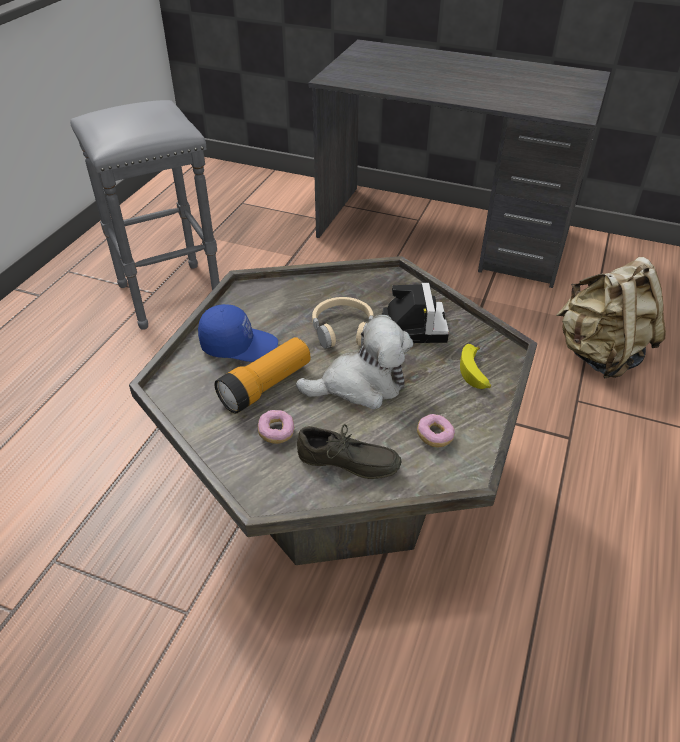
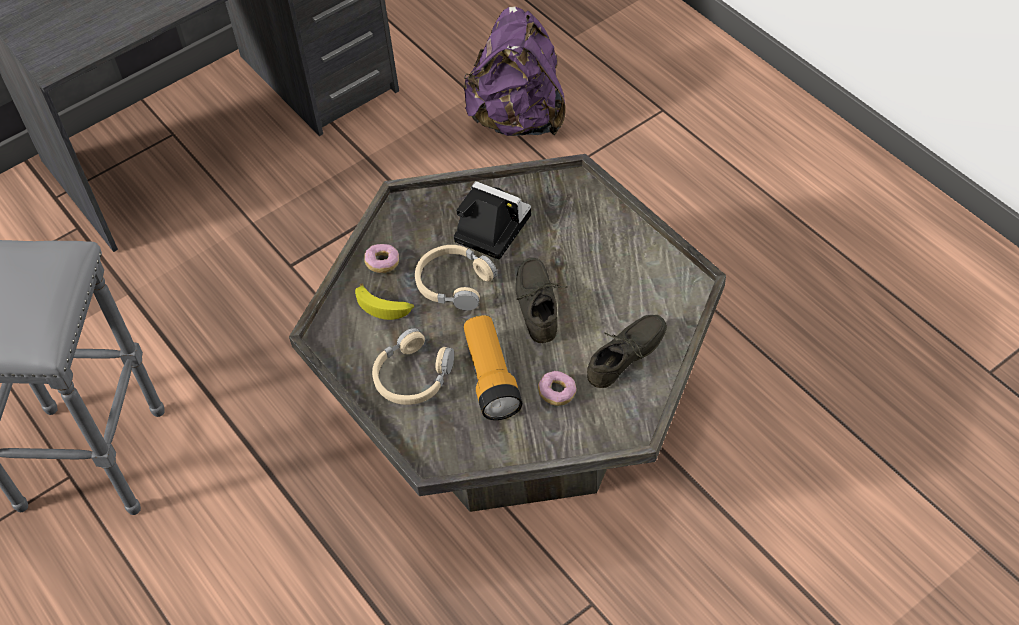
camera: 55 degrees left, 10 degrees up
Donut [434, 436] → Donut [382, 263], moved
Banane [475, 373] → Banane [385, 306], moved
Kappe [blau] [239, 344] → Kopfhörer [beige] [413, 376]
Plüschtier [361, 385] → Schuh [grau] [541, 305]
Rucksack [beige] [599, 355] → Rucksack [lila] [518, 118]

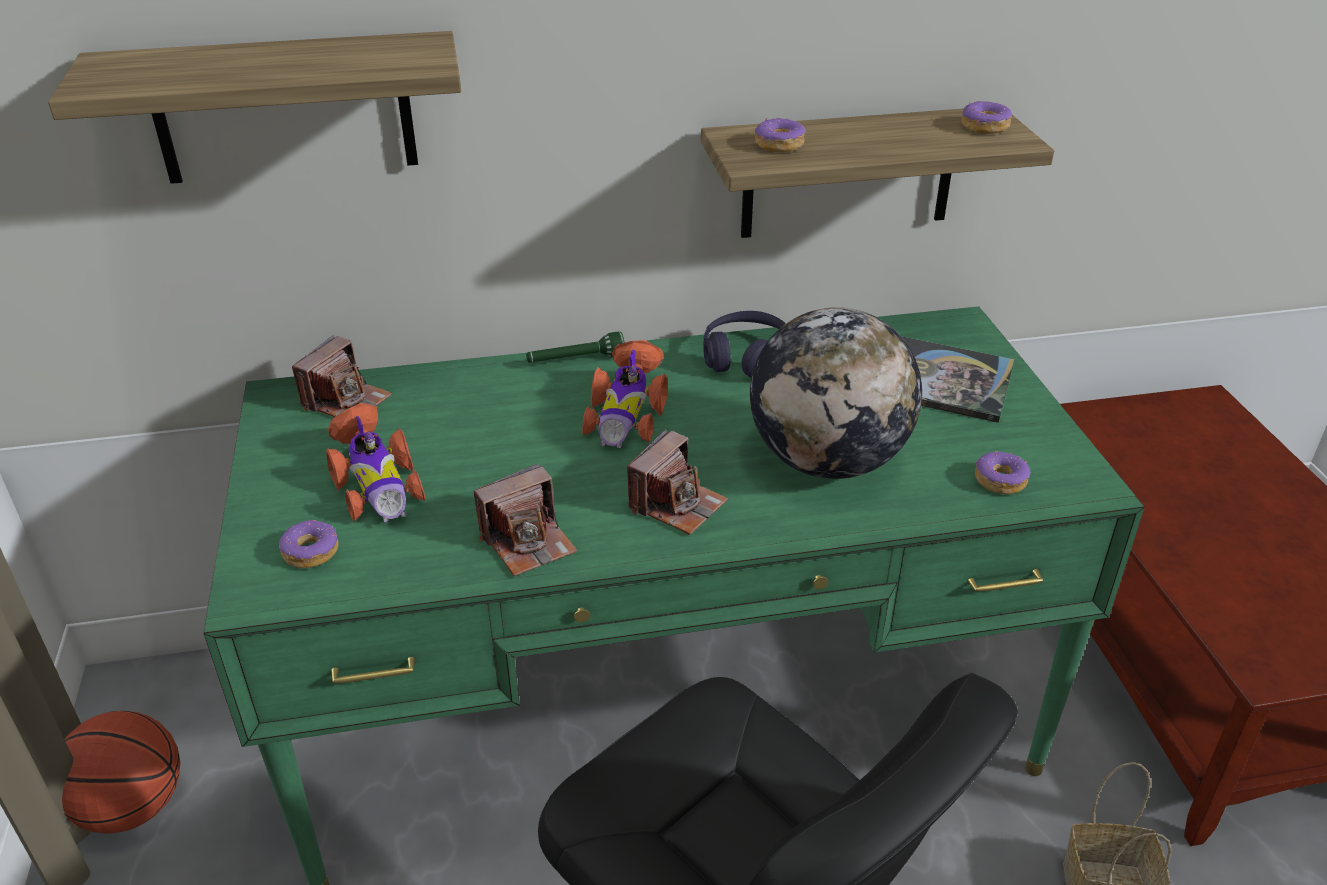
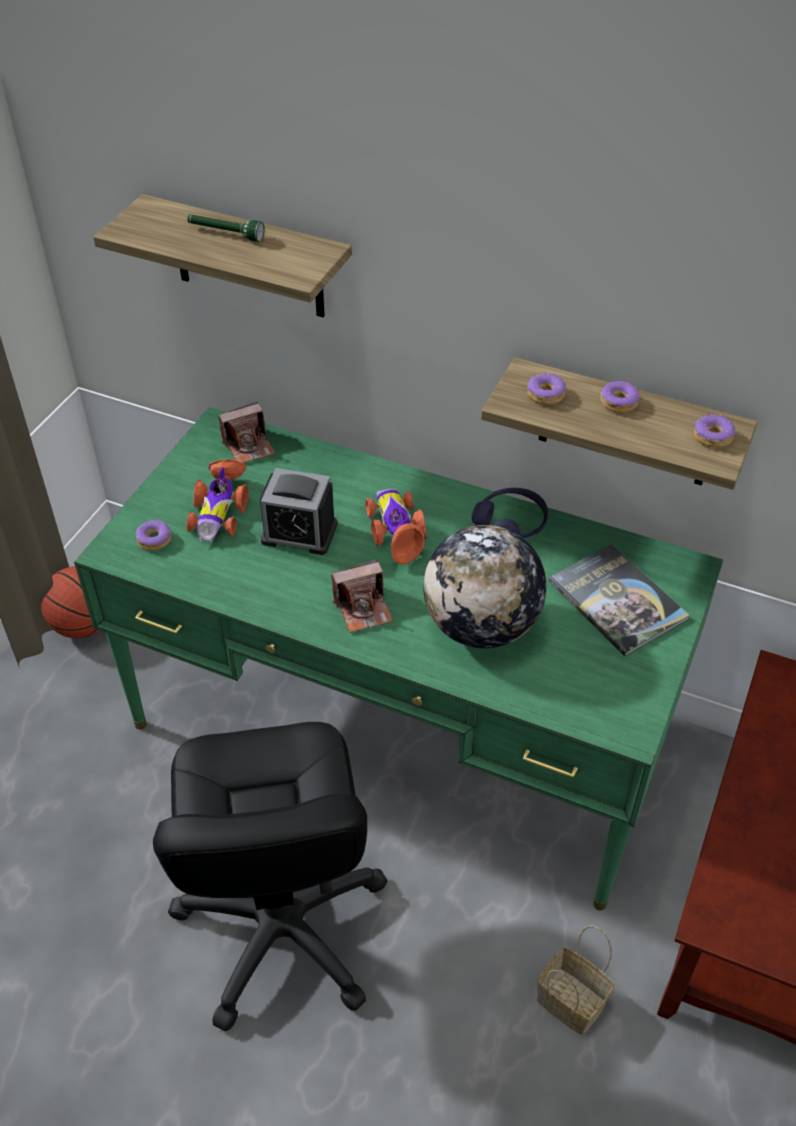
camera: 35 degrees right, 10 degrees up
Kamera [528, 542] → -
- → Wecker [299, 533]
Taschenlampe [grün] [575, 360] → Taschenlampe [grün] [225, 234], moved
Donut [999, 480] → Donut [618, 402], moved
Spielzeugauto [627, 411] → Spielzeugauto [396, 530], 120 degrees clockwise

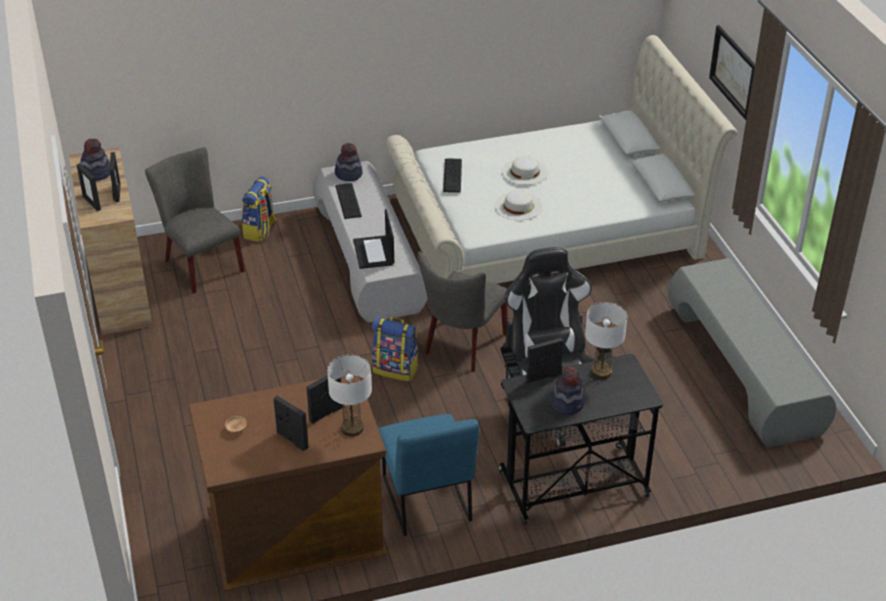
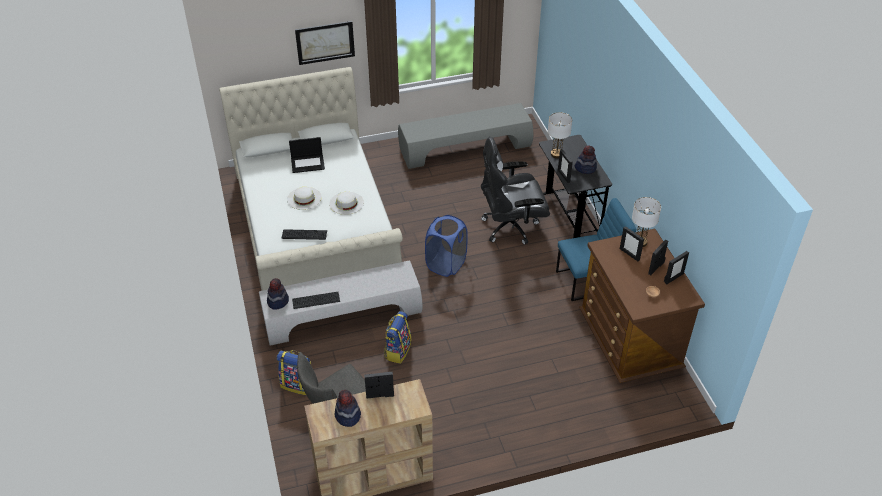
camera: 90 degrees left, 5 degrees up
Bilderrahmen [92, 203] → Bilderrahmen [673, 277], moved
Laptop [374, 252] → Laptop [308, 163], moved
Rucksack [396, 369] → Rucksack [397, 350], moved
Stuhl [grau] [462, 346] → Wäschekorb [blau] [446, 264]

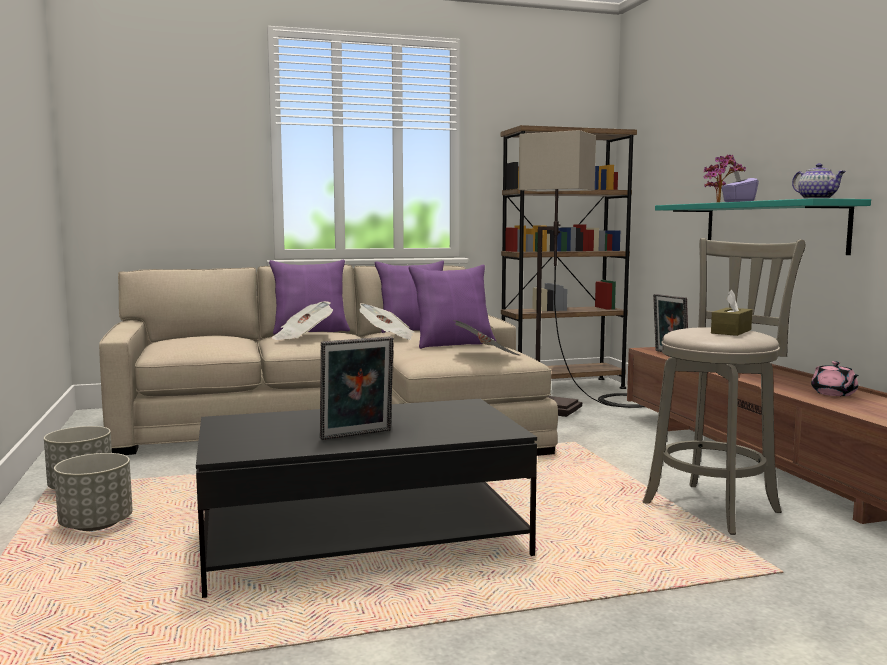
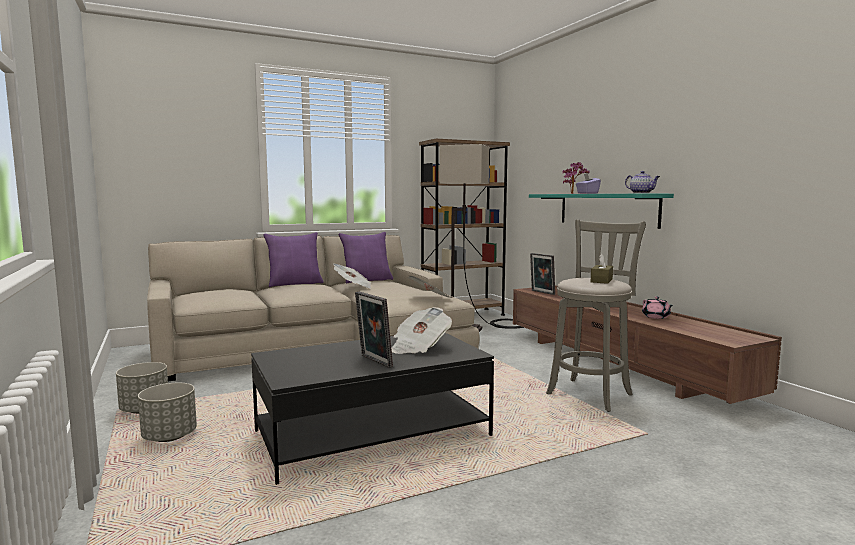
camera: 10 degrees left, 0 degrees up
Kissen [lila] [453, 344] → -
Zeitung [302, 337] → Zeitung [419, 347], moved
Bilderrahmen [357, 435] → Bilderrahmen [373, 361], 90 degrees clockwise

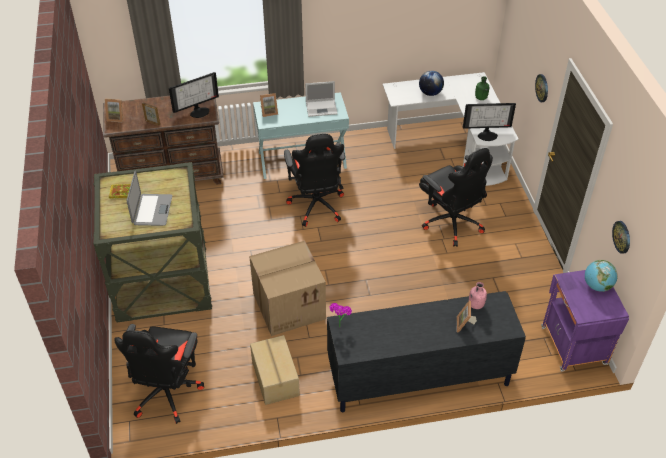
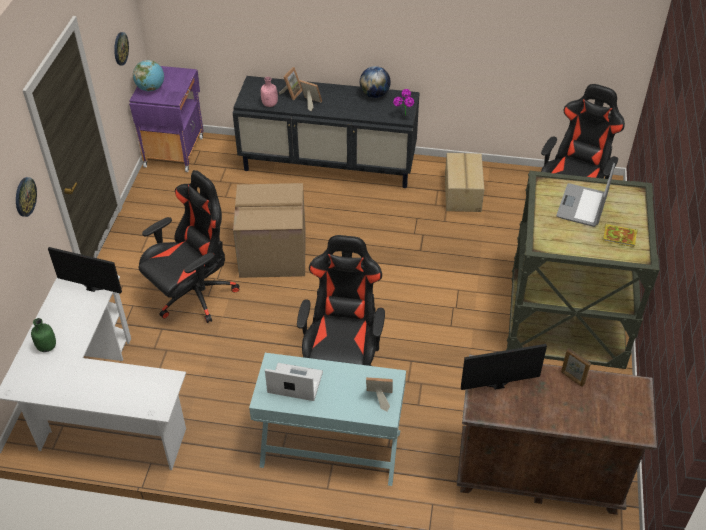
camera: 160 degrees left, 0 degrees up
Bilderrahmen [116, 117] → Bilderrahmen [310, 103], moved
Karton [289, 305] → Karton [272, 254], moved
Globus [430, 93] → Globus [374, 94], moved
Bürostuhl [schwarz] [449, 220] → Bürostuhl [schwarz] [191, 298], 60 degrees clockwise

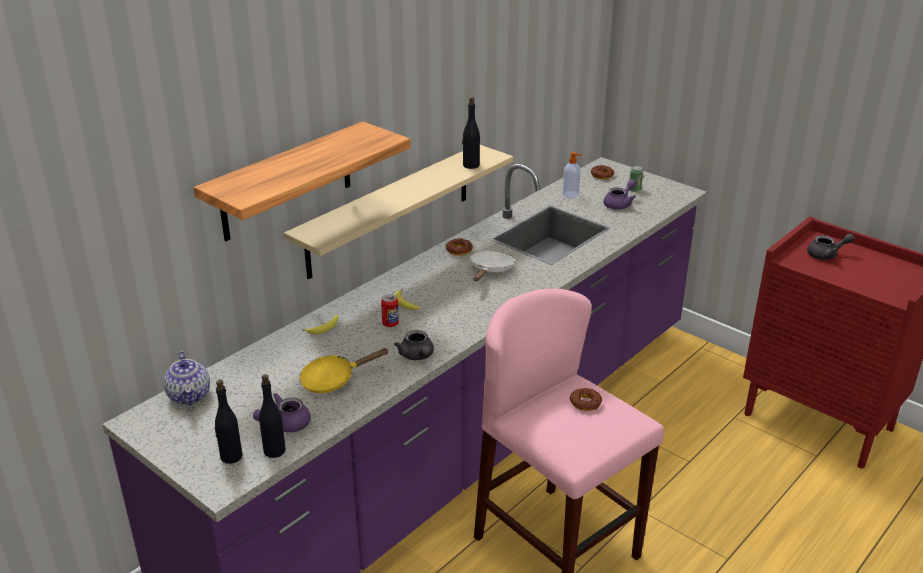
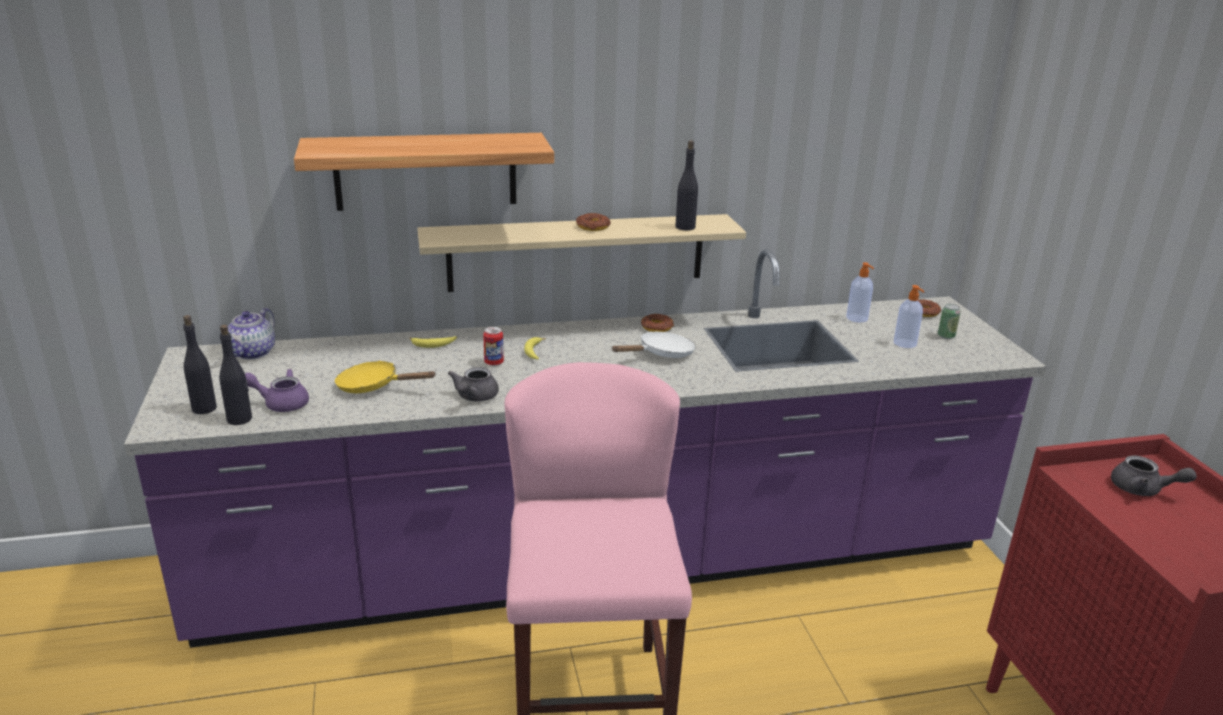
camera: 35 degrees right, 5 degrees down
Donut [585, 403] → Donut [593, 227], moved
Teekanne [lila] [620, 204] → Seifenspender [905, 344]

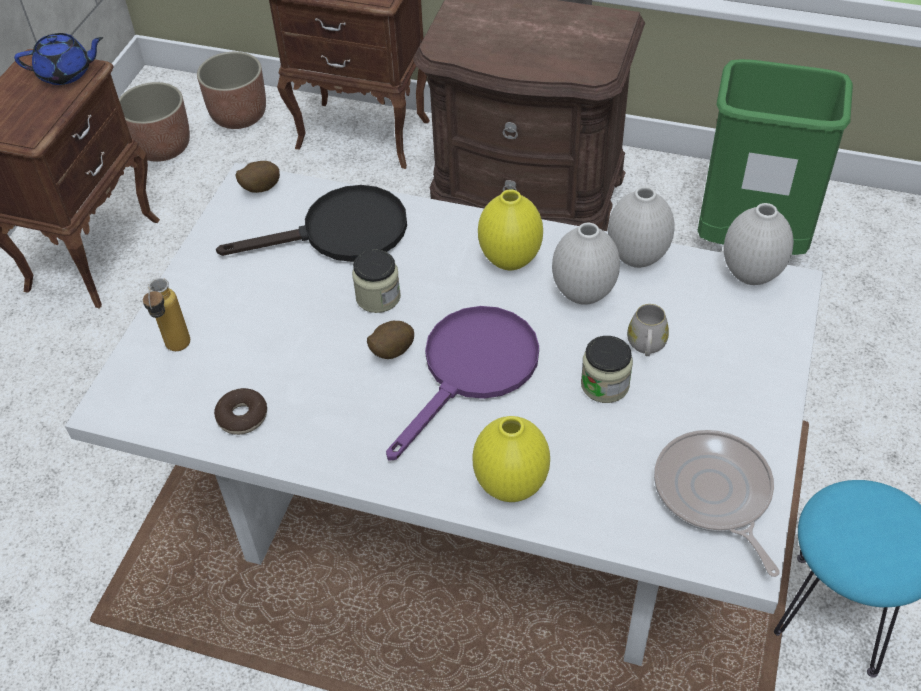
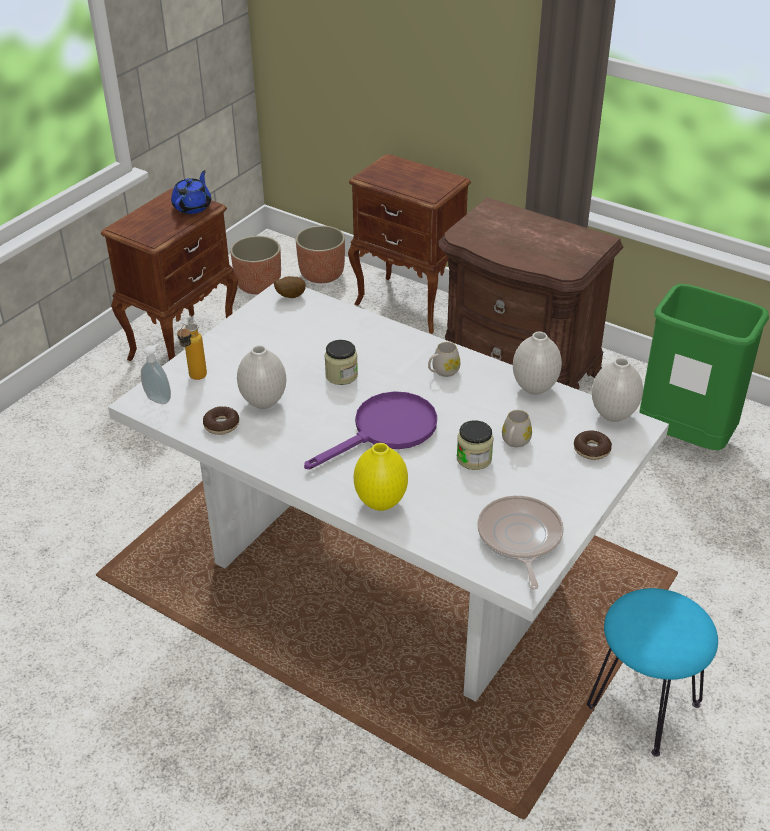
camera: 15 degrees right, 10 degrees down
Pfanne [schwarz] [340, 233] → -
Kartoffel [390, 351] → -
- → Seifenspender [159, 399]
- → Donut [591, 450]
Vase [weiß] [583, 293] → Vase [weiß] [263, 402], moved
Vase [gelb] [510, 260] → Henkelbecher [weiß] [443, 372]
Teekanne [blau] [66, 73] → Teekanne [blau] [193, 206], 75 degrees counterclockwise

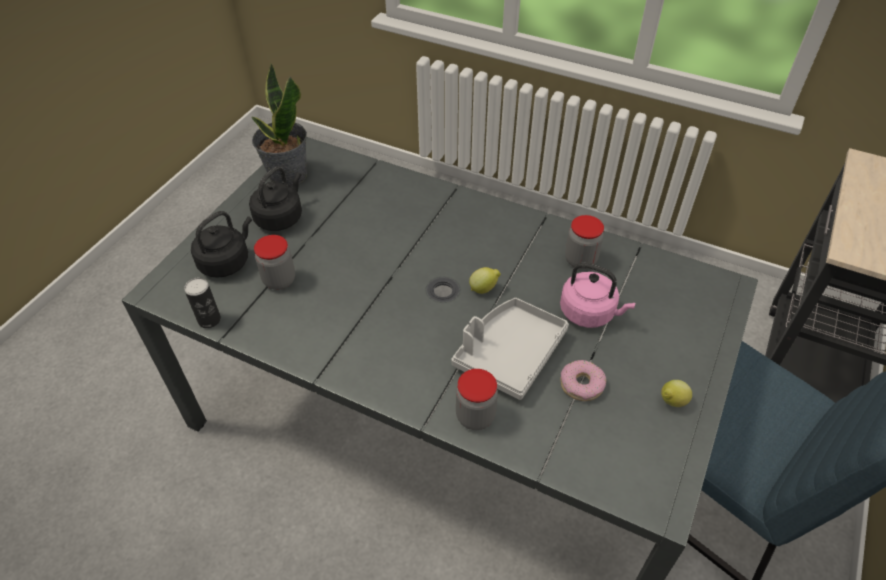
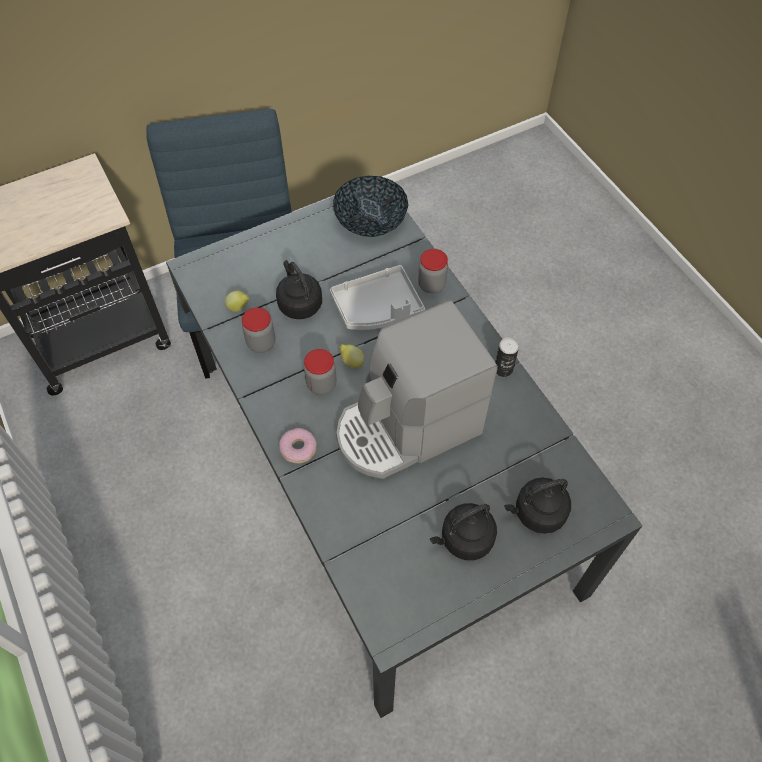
camera: 145 degrees left, 10 degrees up
Topfpflanze [287, 175] → -
- → Schüssel [370, 221]
- → Kaffeemaschine [407, 428]
Dose [209, 320] → Dose [503, 369], moved
Vorratsglas [279, 280] → Vorratsglas [321, 384], moved
Donut [581, 384] → Donut [298, 448], moved
Zitrone [671, 402] → Zitrone [239, 307], moved
Wasserkessel [rosa] [590, 313] → Wasserkessel [schwarz] [299, 303]

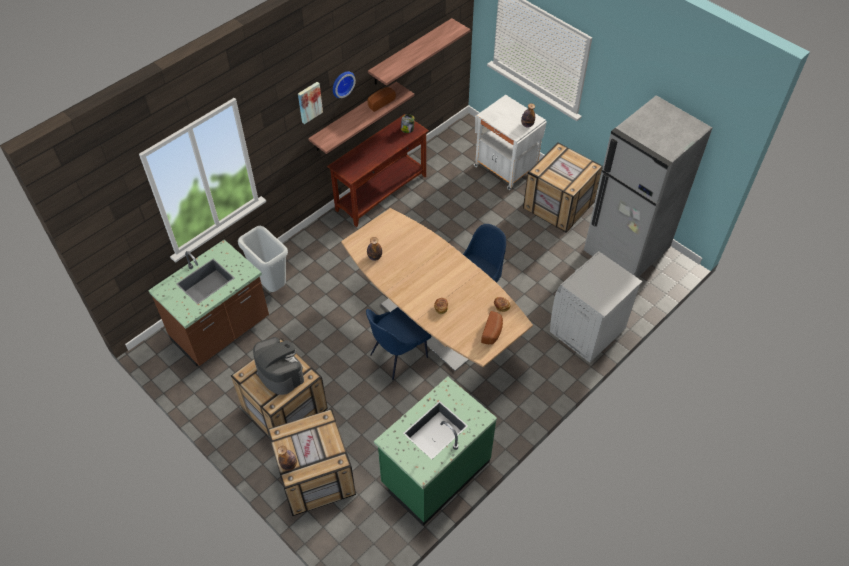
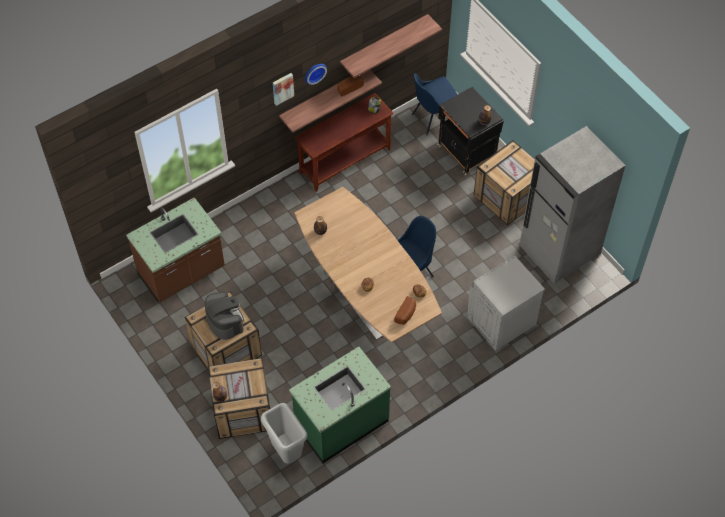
camera: 10 degrees right, 5 degrees up
Mülleimer [grau] [271, 285] → Mülleimer [grau] [286, 452], moved
Stuhl [blau] [398, 356] → Stuhl [blau] [434, 118], moved
Rollwagen [weiß] [506, 169] → Rollwagen [schwarz] [467, 153]

